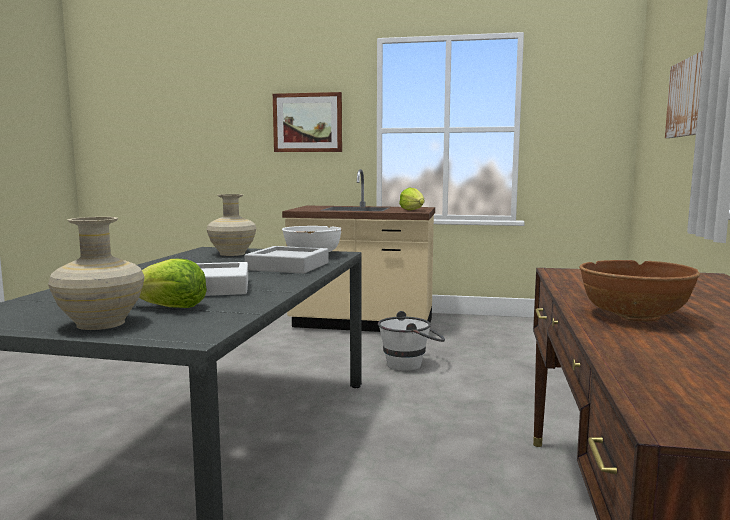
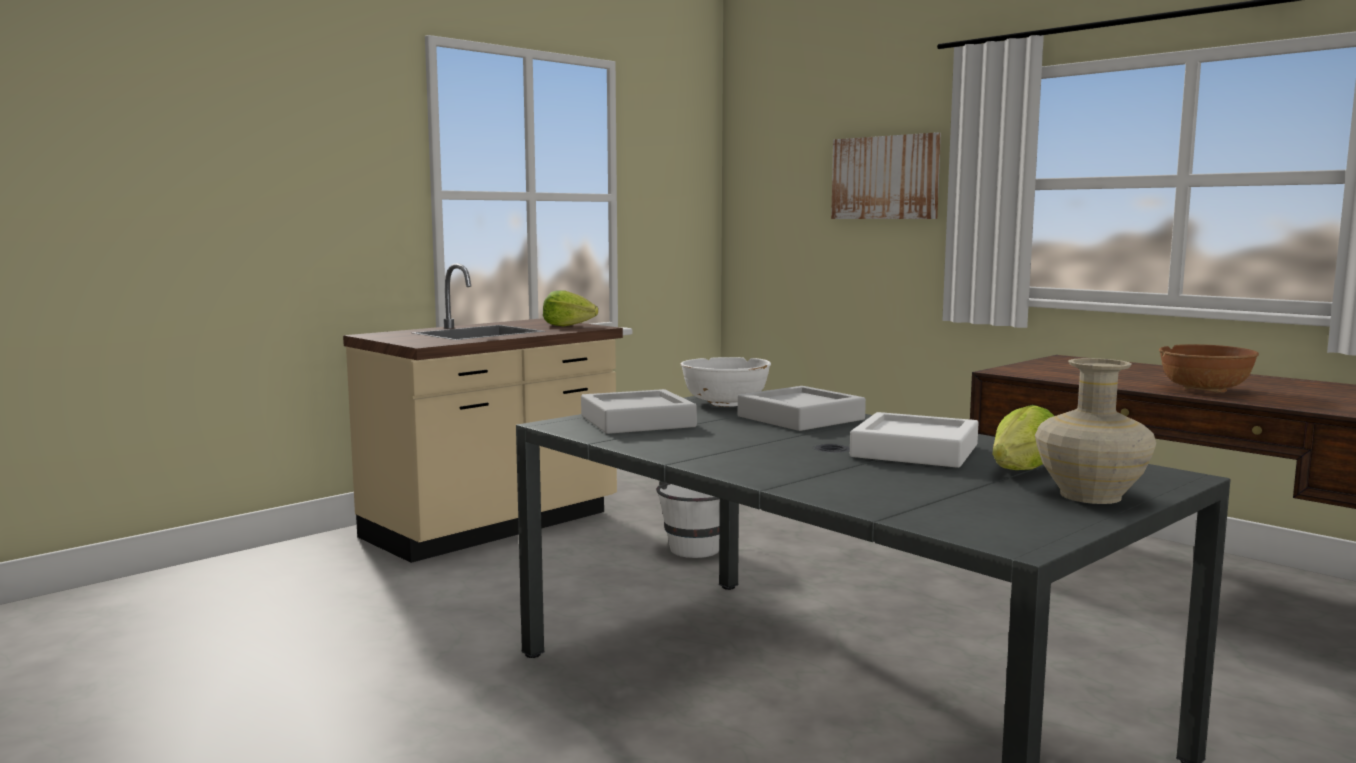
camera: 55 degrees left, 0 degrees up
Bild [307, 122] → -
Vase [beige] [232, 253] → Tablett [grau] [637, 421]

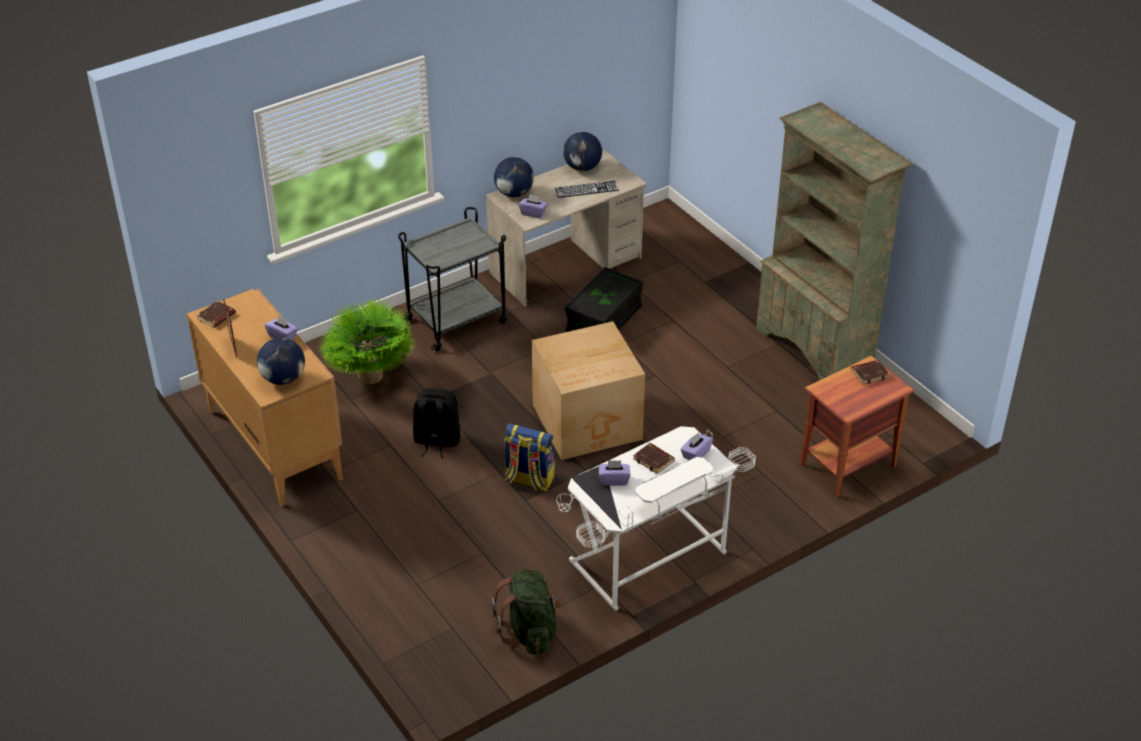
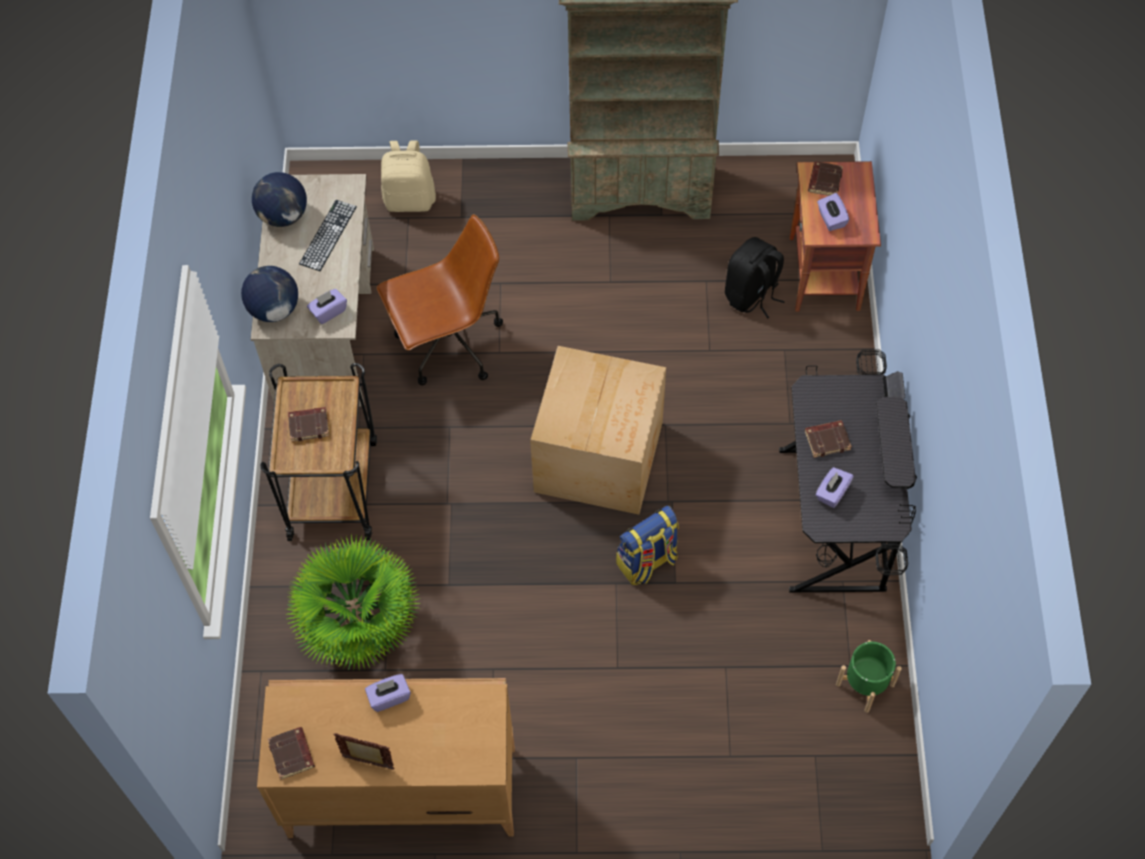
camera: 55 degrees left, 20 degrees up
Globus [283, 378] → -
- → Buch [braun] [309, 425]
- → Rucksack [beige] [410, 199]
Rucksack [schwarz] [436, 441] → Rucksack [schwarz] [752, 295], moved
Taschentuchbox [lila] [695, 454] → Taschentuchbox [lila] [831, 219], moved
Rucksack [grün] [530, 631] → Pflanzkübel [grün] [865, 685]
Aufbewahrungsbox [schwarz] [604, 320] → Bürostuhl [braun] [448, 345]
Rollwagen [grau] [457, 320] → Rollwagen [braun] [333, 486]
Schreibtisch [weiß] [650, 559] → Schreibtisch [schwarz] [837, 519]

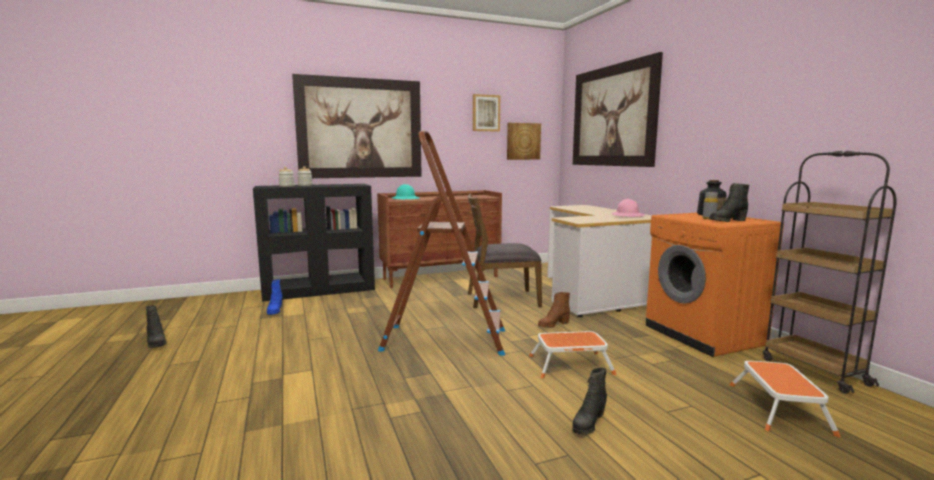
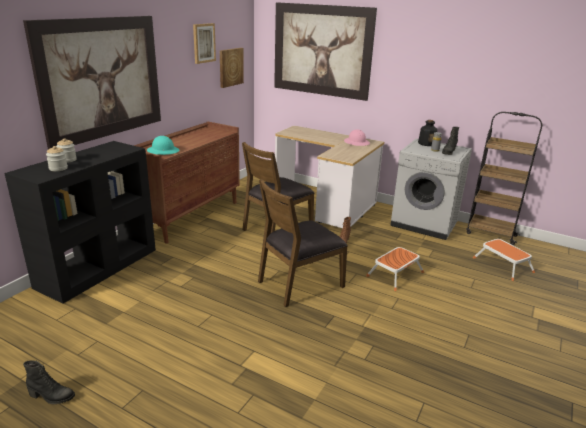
camera: 40 degrees left, 15 degrees up
Stiefel [blau] [275, 311] → -
Stiefel [schwarz] [588, 423] → -
Trittleiter [braun] [446, 340] → Stuhl [braun] [299, 283]
Waschmaschine [orange] [702, 335] → Waschmaschine [weiß] [424, 224]

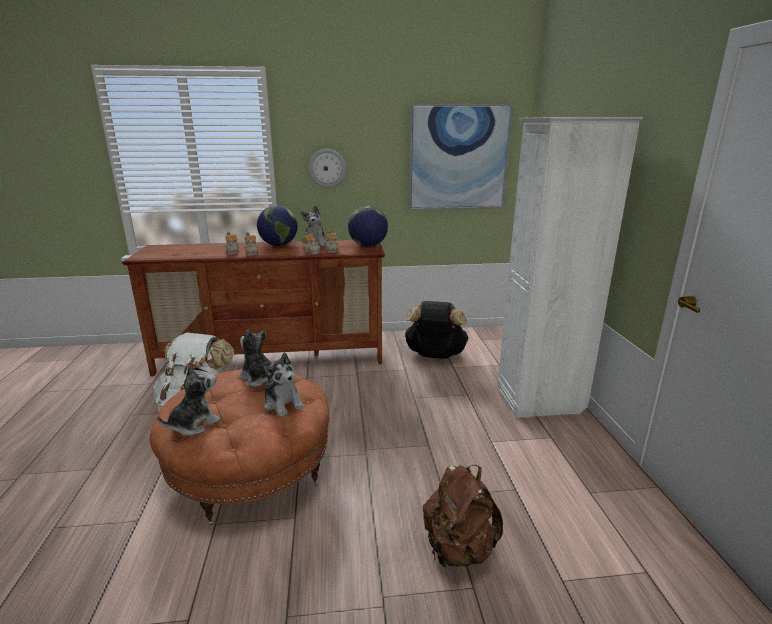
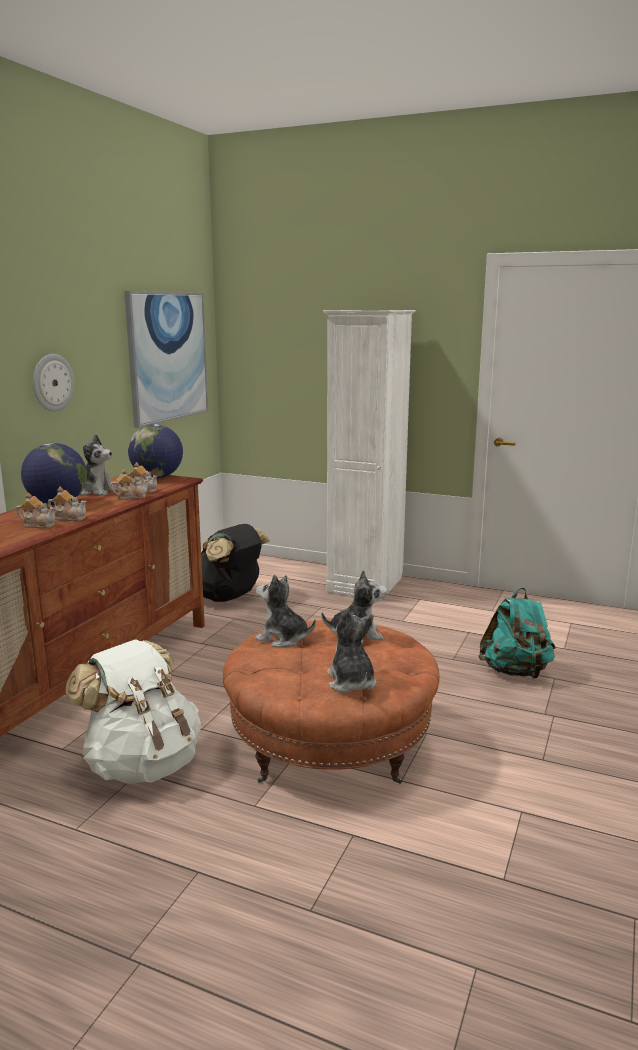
camera: 60 degrees left, 5 degrees down
Rucksack [braun] [458, 549] → Rucksack [türkis] [515, 672]
Plüschtier [258, 378] → Plüschtier [283, 639], 45 degrees clockwise

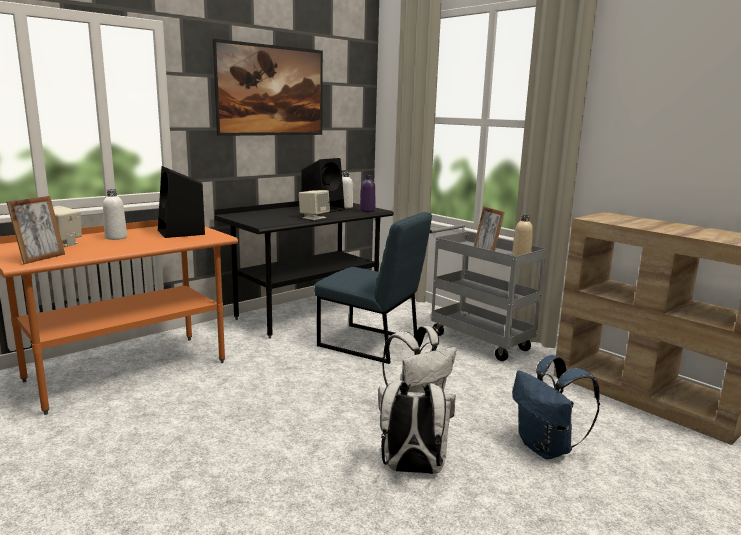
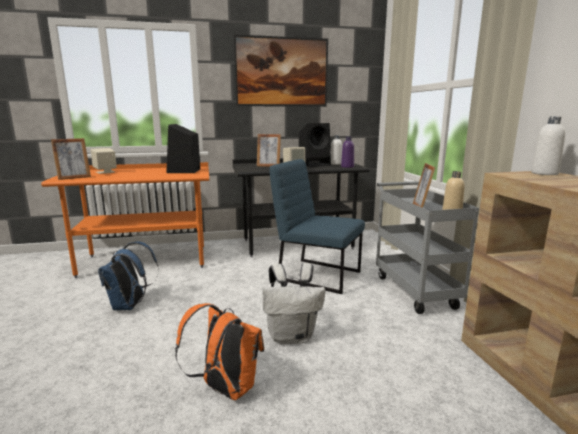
camera: 30 degrees right, 0 degrees up
- → Bilderrahmen [268, 166]
Flasche [weiß] [116, 237] → Flasche [weiß] [544, 173], moved
Rucksack [blau] [547, 448] → Rucksack [blau] [130, 306], moved
Rucksack [weiß] [411, 469] → Rucksack [orange] [225, 389]
Stuhl [blau] [370, 344] → Stuhl [blau] [317, 275], 150 degrees clockwise

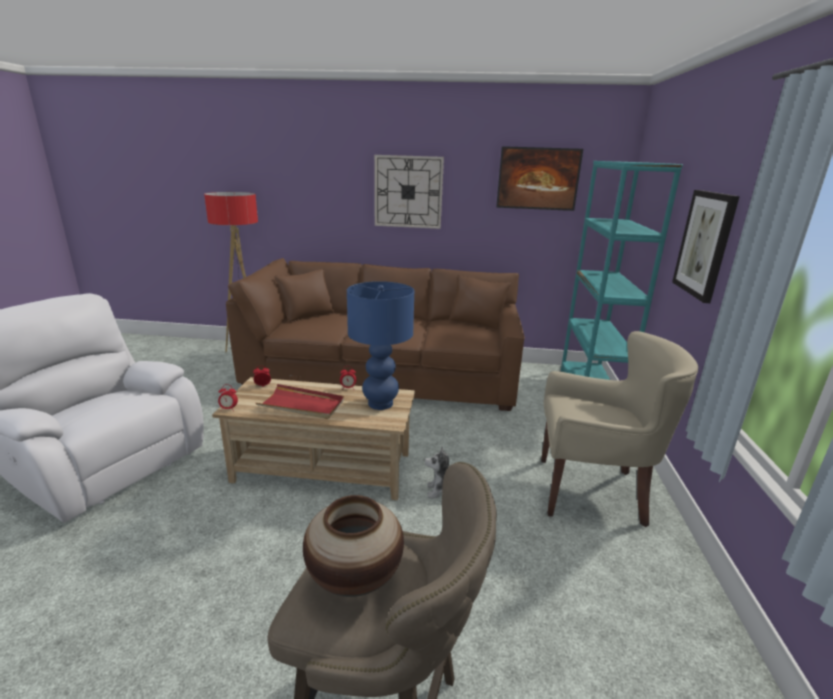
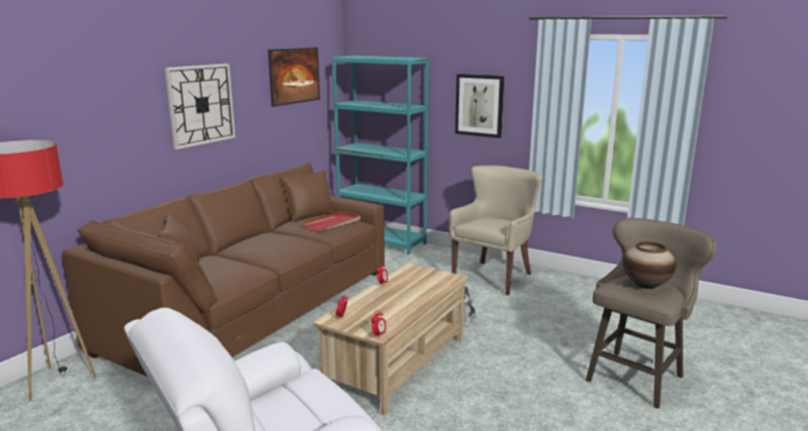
camera: 65 degrees left, 5 degrees down
Tischlampe [blau] [381, 403] → -
Tablett [rot] [302, 405] → Tablett [rot] [333, 223], moved

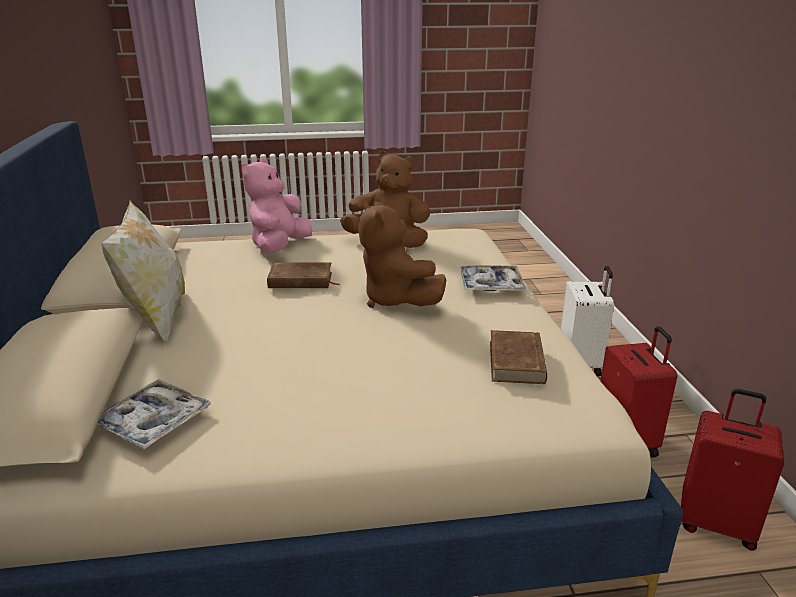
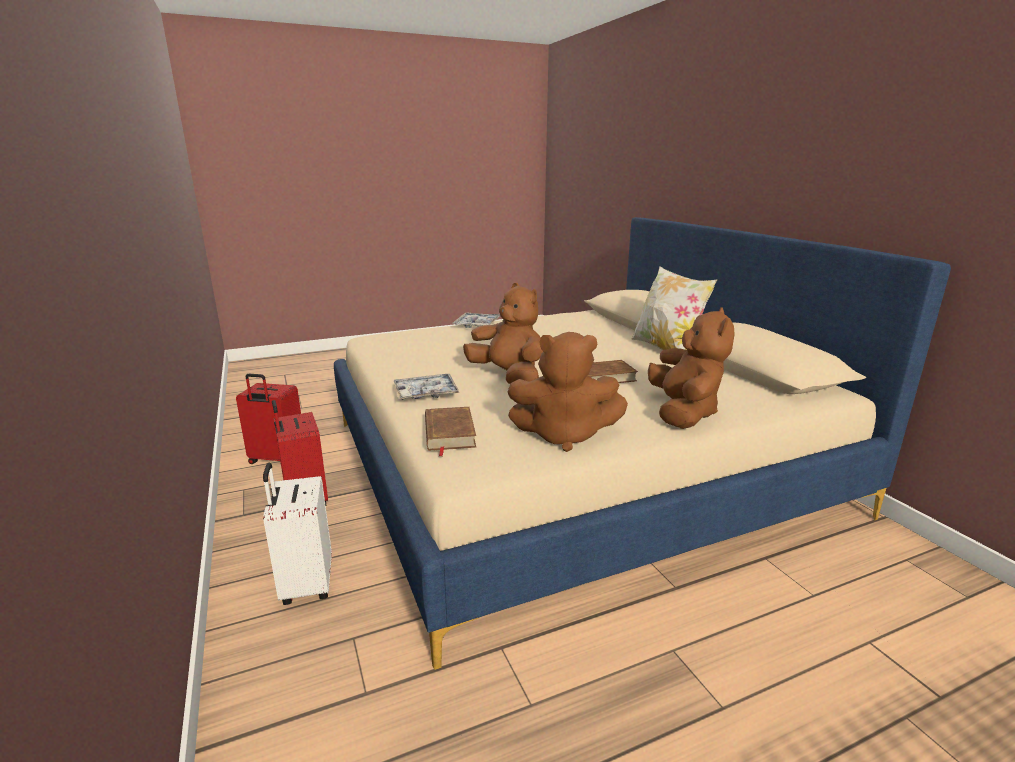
camera: 165 degrees right, 5 degrees down
Tablett [153, 422] → Tablett [477, 325], moved
Buch [braun] [517, 361] → Buch [braun] [449, 433], moved
Plüschtier [rosa] [279, 247] → Plüschtier [braun] [683, 413]

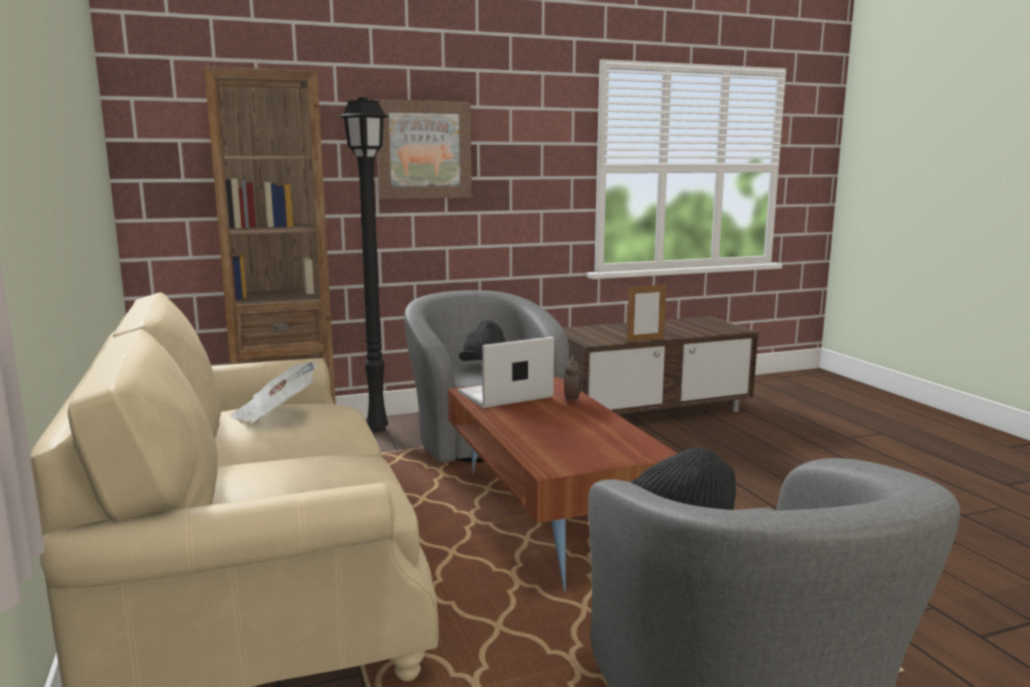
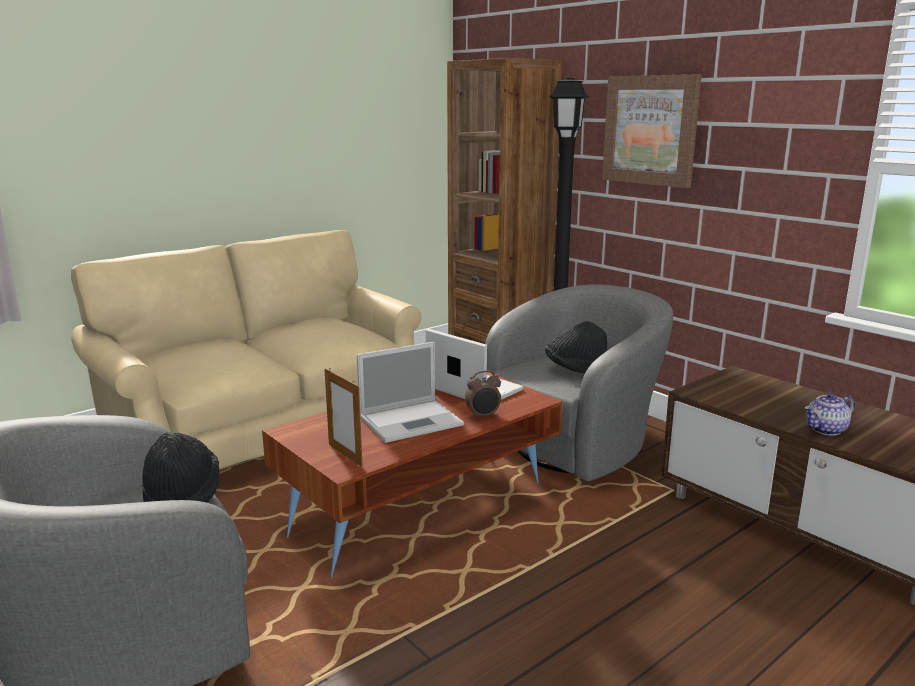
camera: 70 degrees right, 5 degrees up
Zeitung [275, 414] → -
- → Laptop [412, 420]
- → Teekanne [826, 430]
Bilderrahmen [645, 340] → Bilderrahmen [345, 455], moved

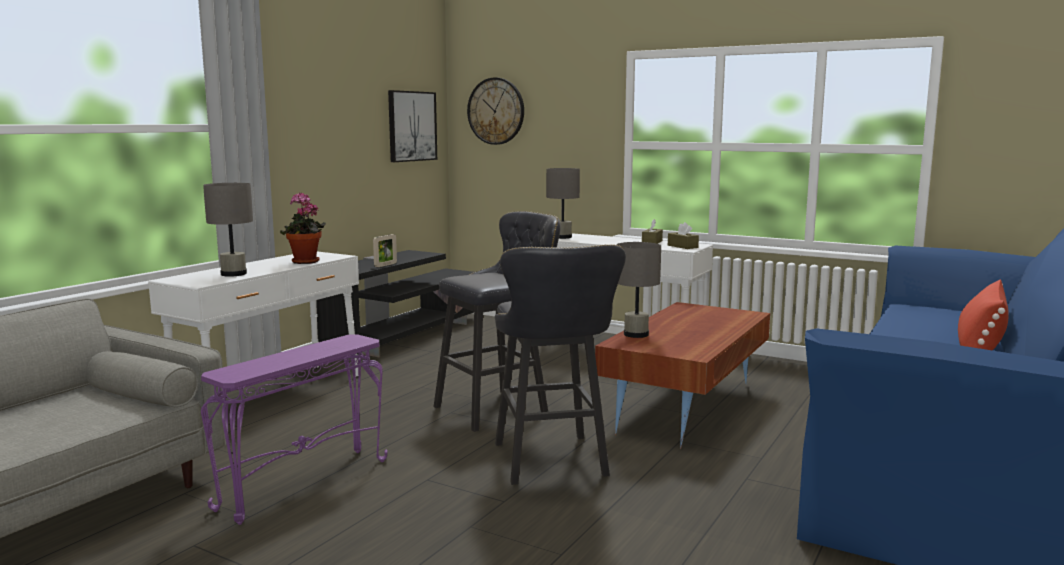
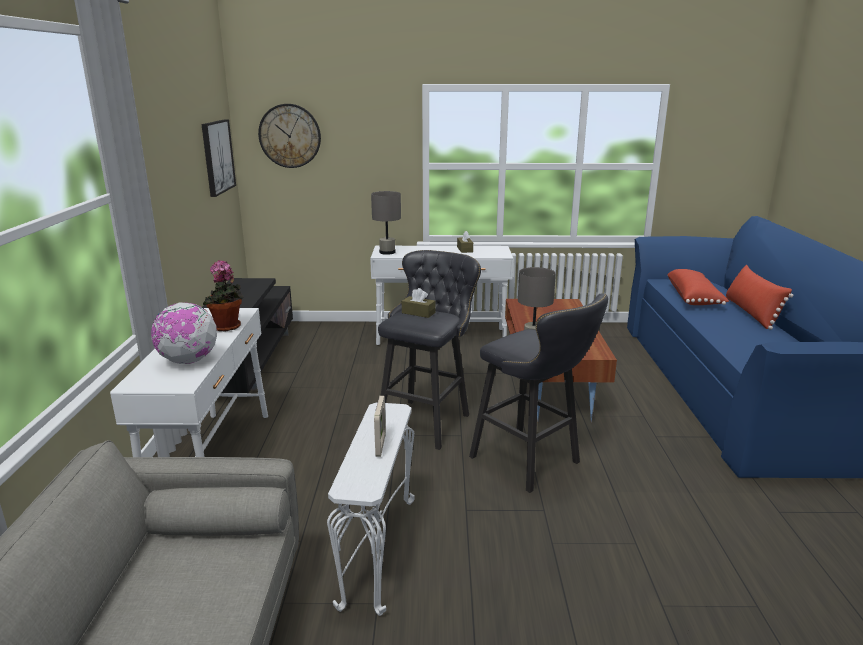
camera: 30 degrees left, 10 degrees up
- → Kissen [rot] [694, 298]
Bilderrahmen [385, 265] → Bilderrahmen [380, 445], moved
Taschentuchbox [braun] [682, 246] → Taschentuchbox [braun] [418, 313], moved
Tischlampe [grau] [233, 274] → Globus [188, 361]
Beistelltisch [lila] [304, 484] → Beistelltisch [weiß] [378, 551]

